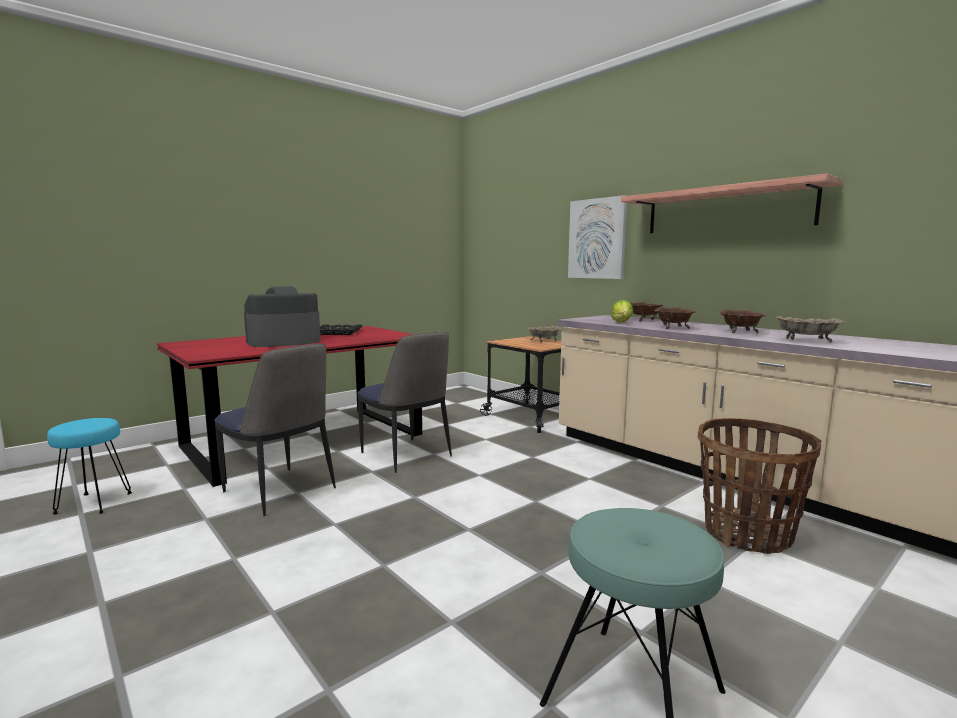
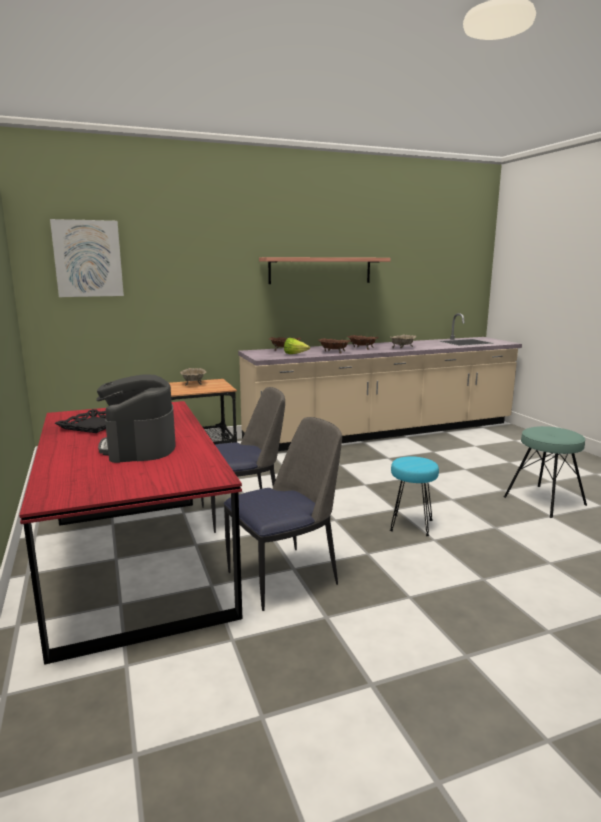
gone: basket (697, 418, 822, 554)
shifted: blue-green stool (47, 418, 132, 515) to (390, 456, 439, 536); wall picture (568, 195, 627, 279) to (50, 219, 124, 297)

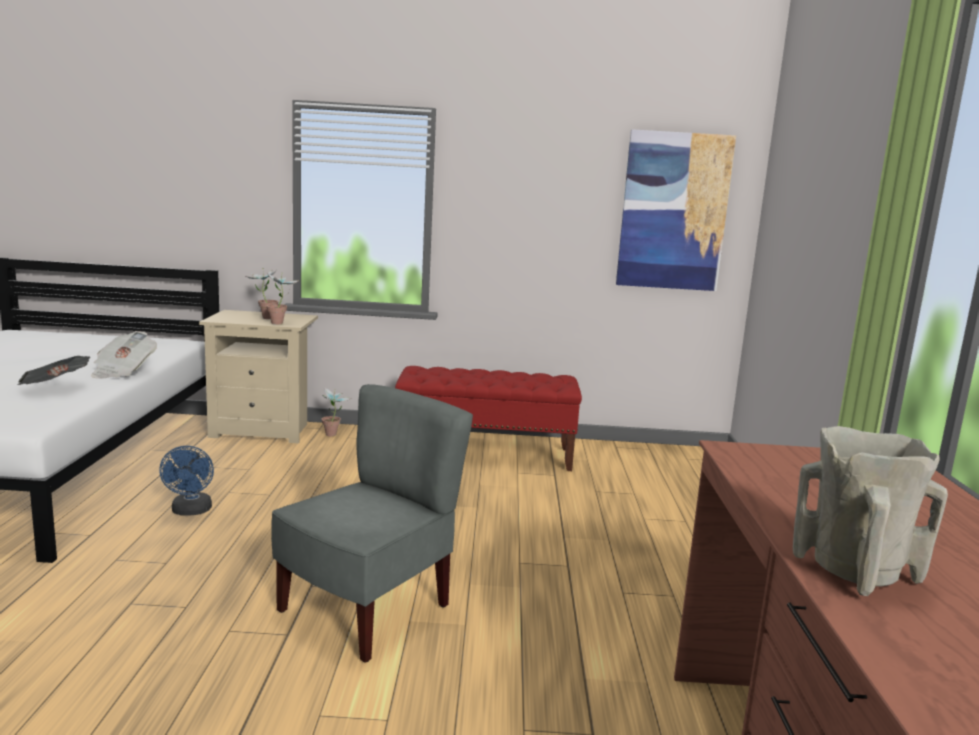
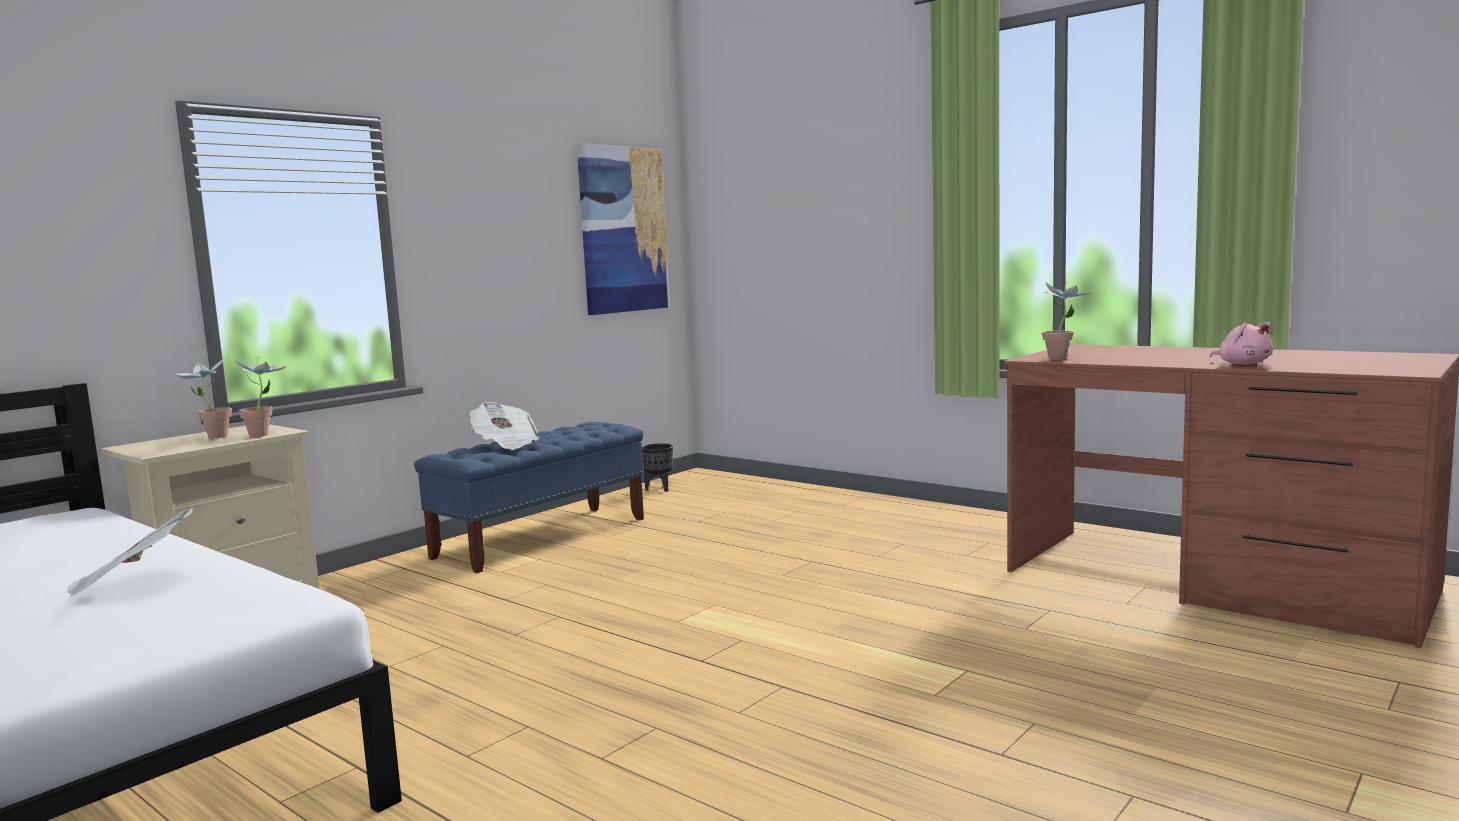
gone: blue-coloured cooling fan (159, 446, 214, 516); grey plain chair (271, 384, 473, 663)
new: black-coloured planter (642, 444, 673, 492)
shifted: daily paper (91, 332, 157, 379) to (469, 402, 539, 450); potted plant (322, 387, 351, 436) to (1042, 280, 1091, 360)
swapped: beige-coloured flower vase (793, 426, 948, 596) to pink-coloured soft toy (1210, 322, 1273, 365)
repainted: red bench (395, 366, 582, 471) to blue-coloured bench (414, 422, 644, 573)

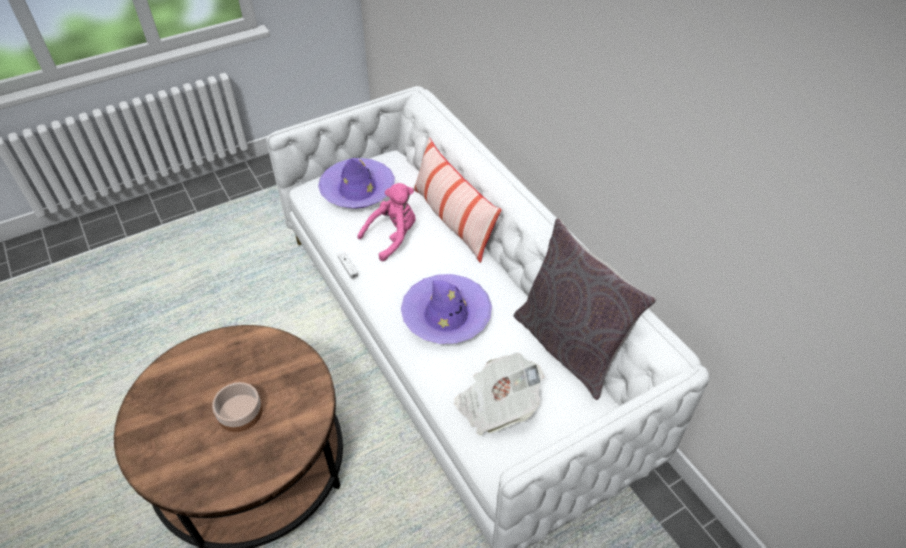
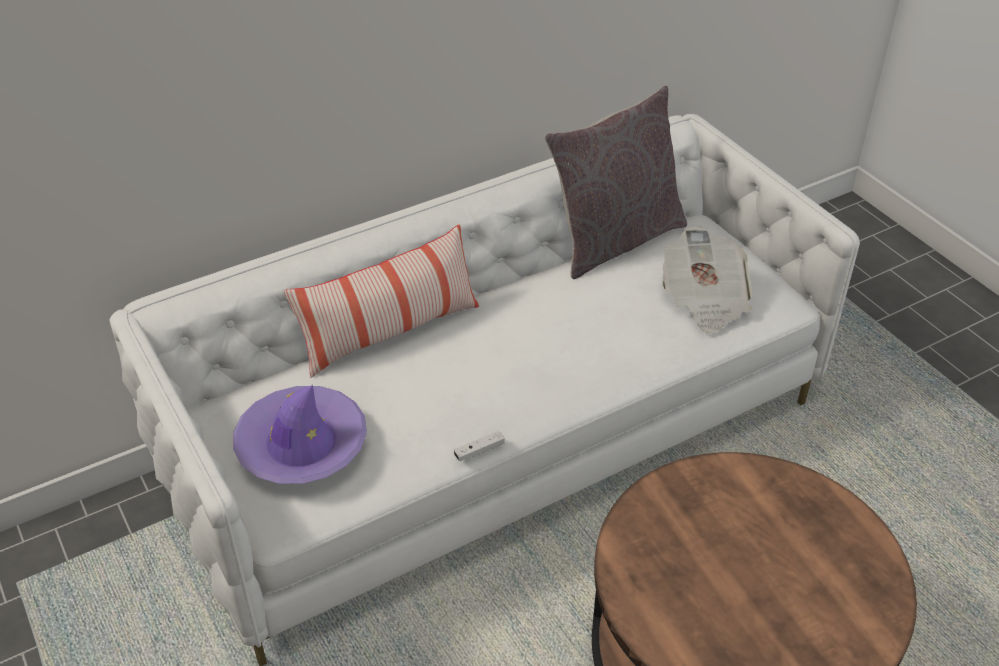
gone: serving bowl (212, 382, 263, 432); pink-coloured soft toy (357, 183, 415, 261); purplish clothing hat (401, 274, 492, 344)

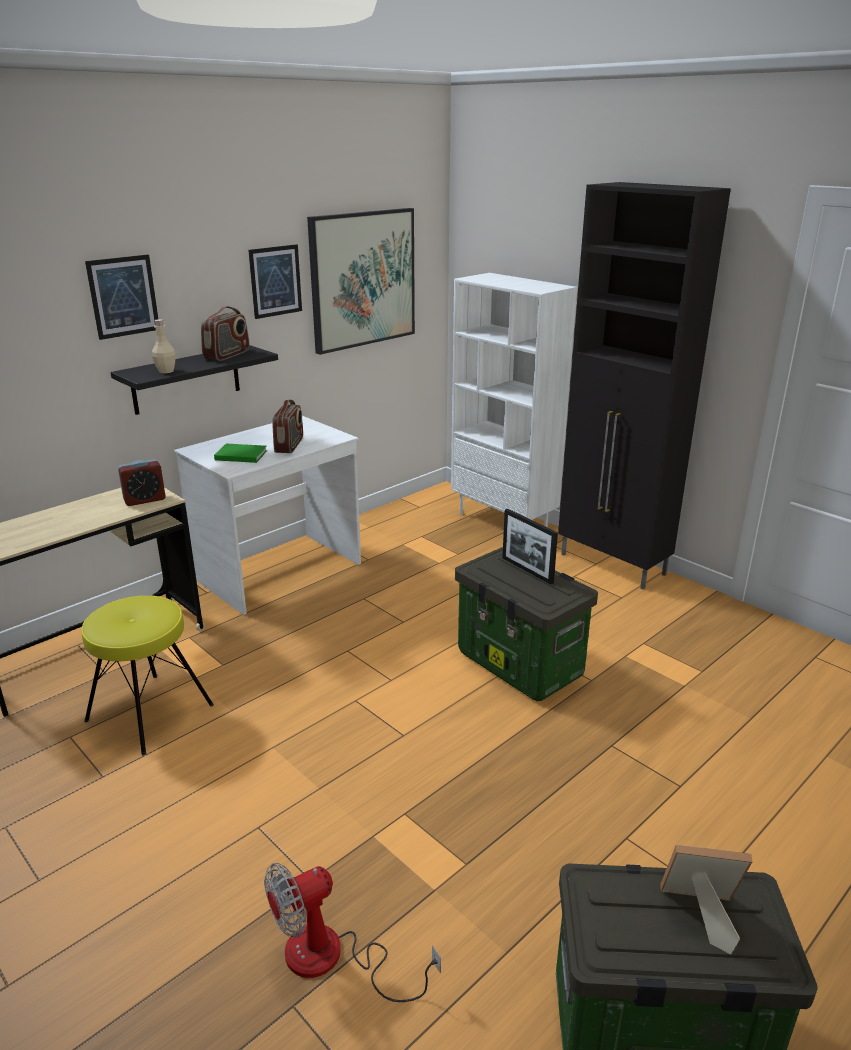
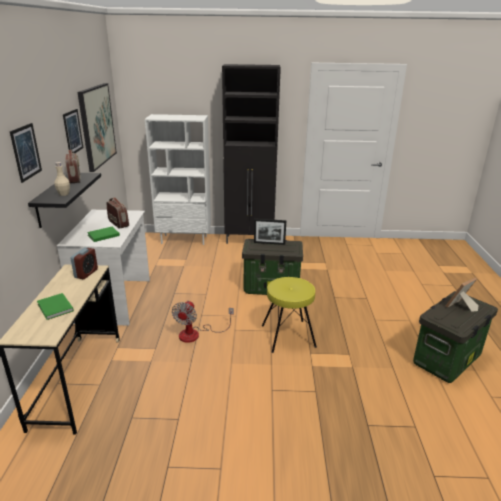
new: greenish book (37, 293, 74, 320)
shifted: yellow-coloured stool (81, 596, 214, 755) to (262, 277, 317, 353); cooling fan (264, 863, 441, 1002) to (172, 301, 234, 343)

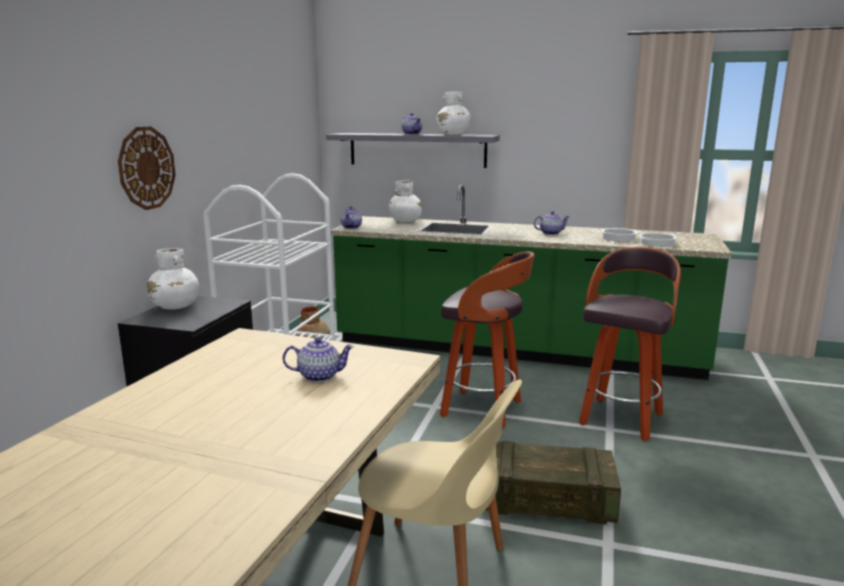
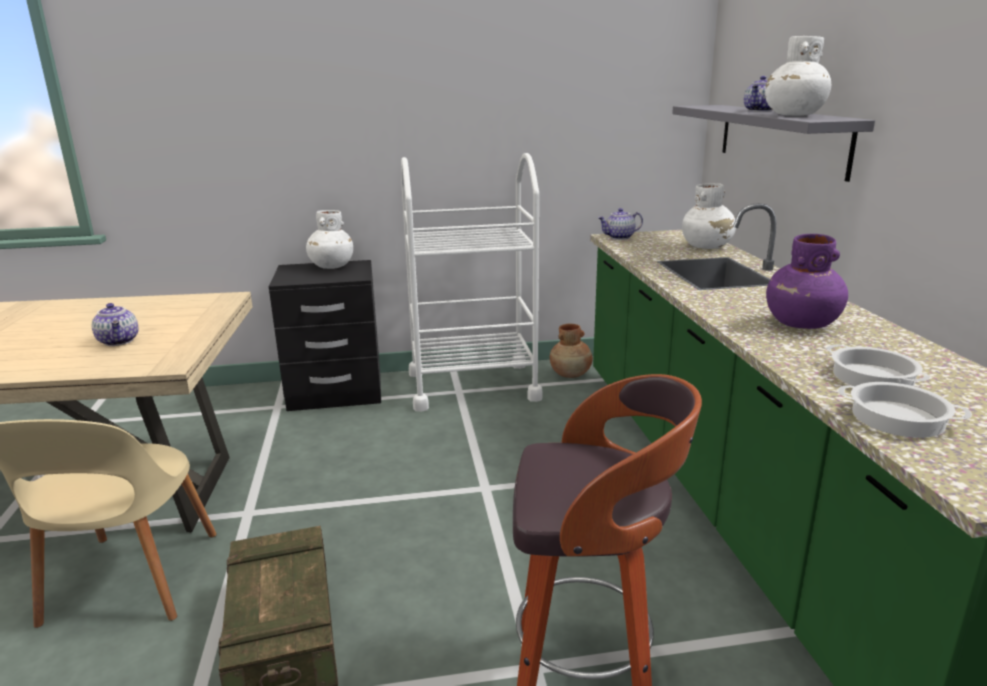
gone: wall clock (118, 126, 176, 210); stool (440, 252, 535, 428)
swapped: tea pot (534, 211, 569, 235) to purplish flower vase (766, 234, 848, 329)

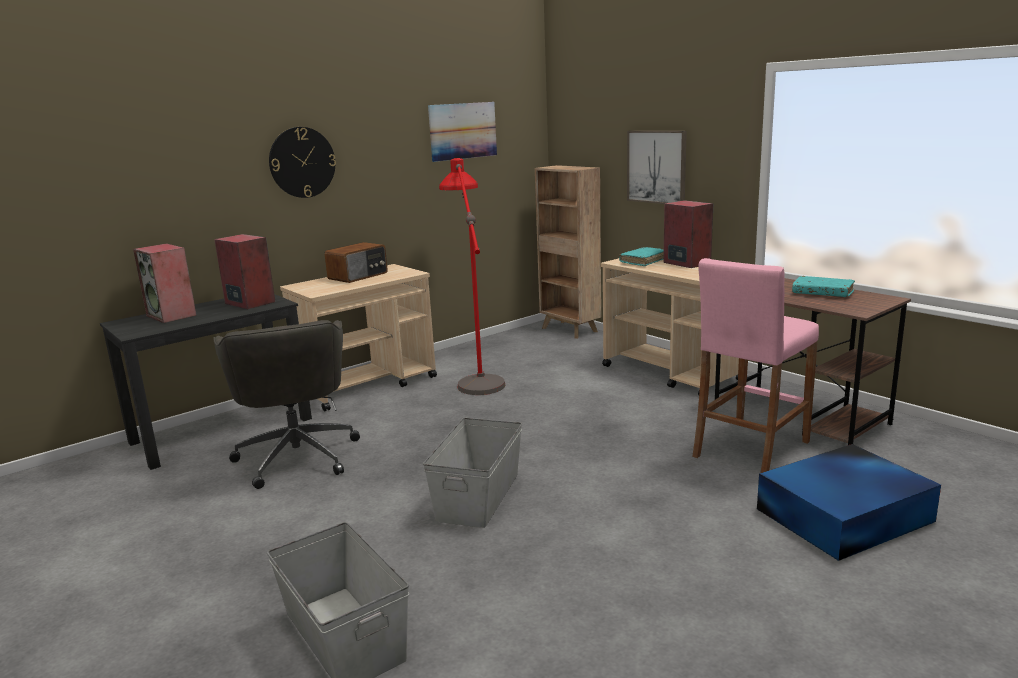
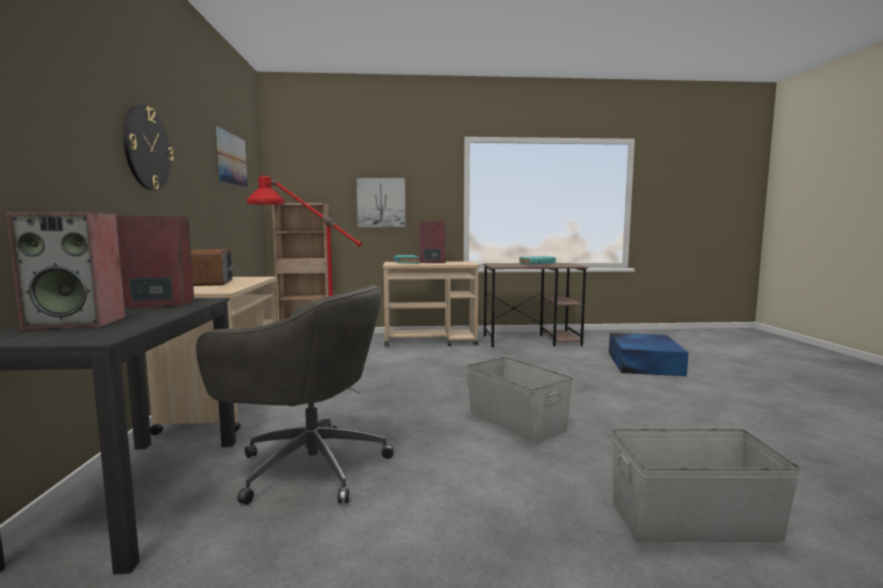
gone: pink-coloured stool (692, 258, 819, 473)

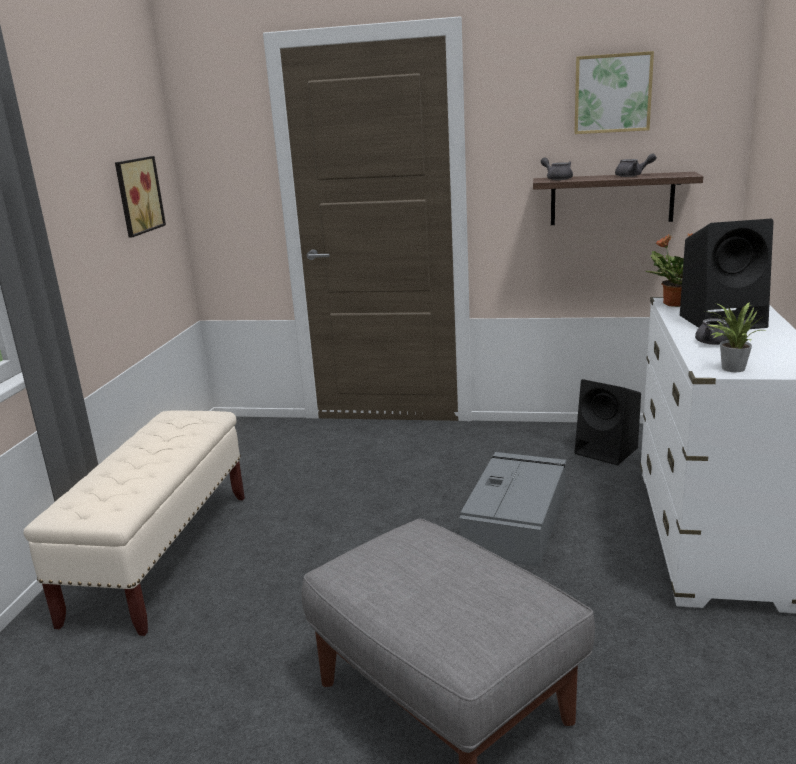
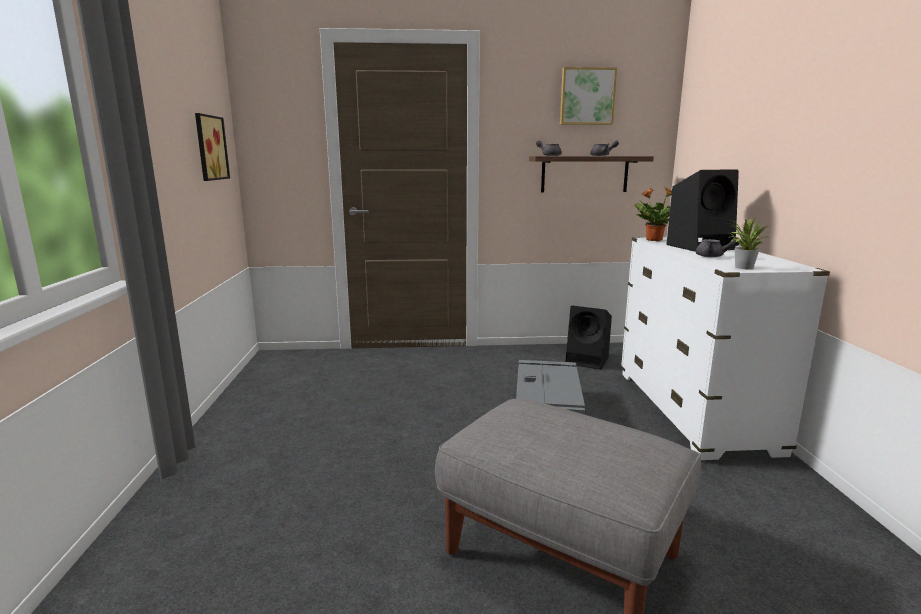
gone: beige-coloured bench (23, 410, 245, 636)

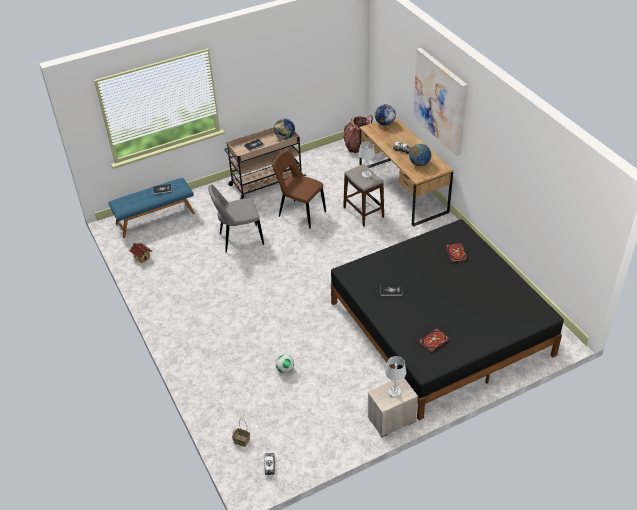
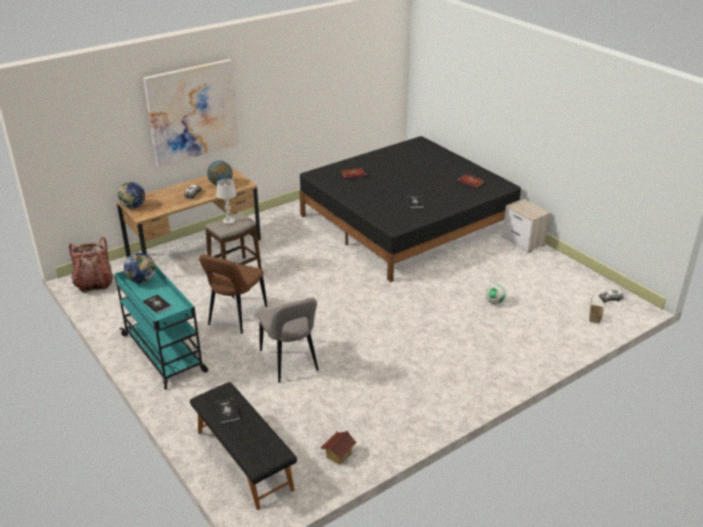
gone: white table lamp (385, 356, 406, 398)
repainted: blue-coloured bench (108, 178, 195, 238) to black-coloured bench (190, 382, 297, 510); beige-coloured trolley (224, 127, 306, 199) to blue-green trolley (114, 265, 208, 389)

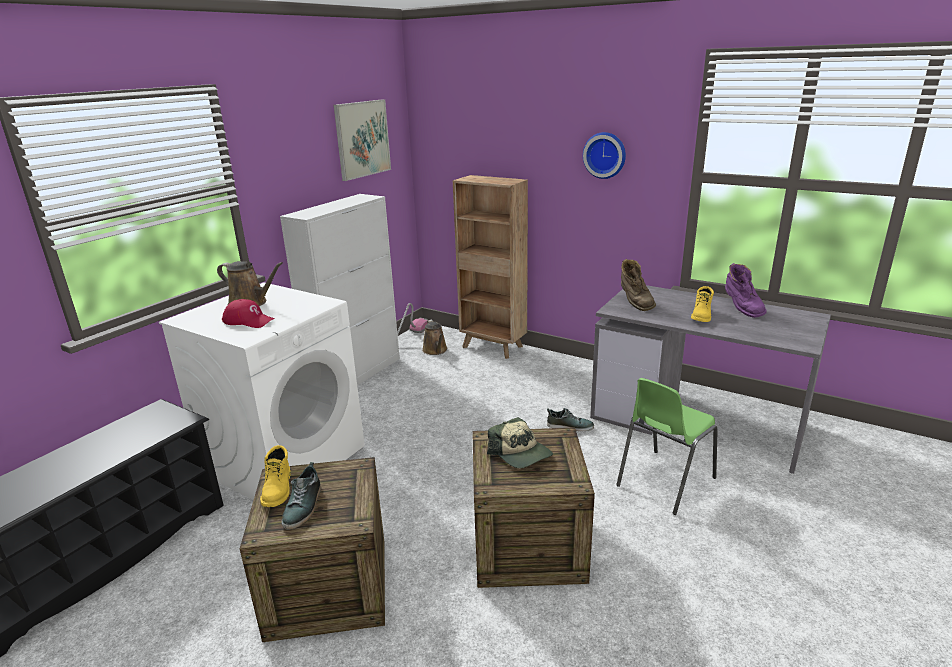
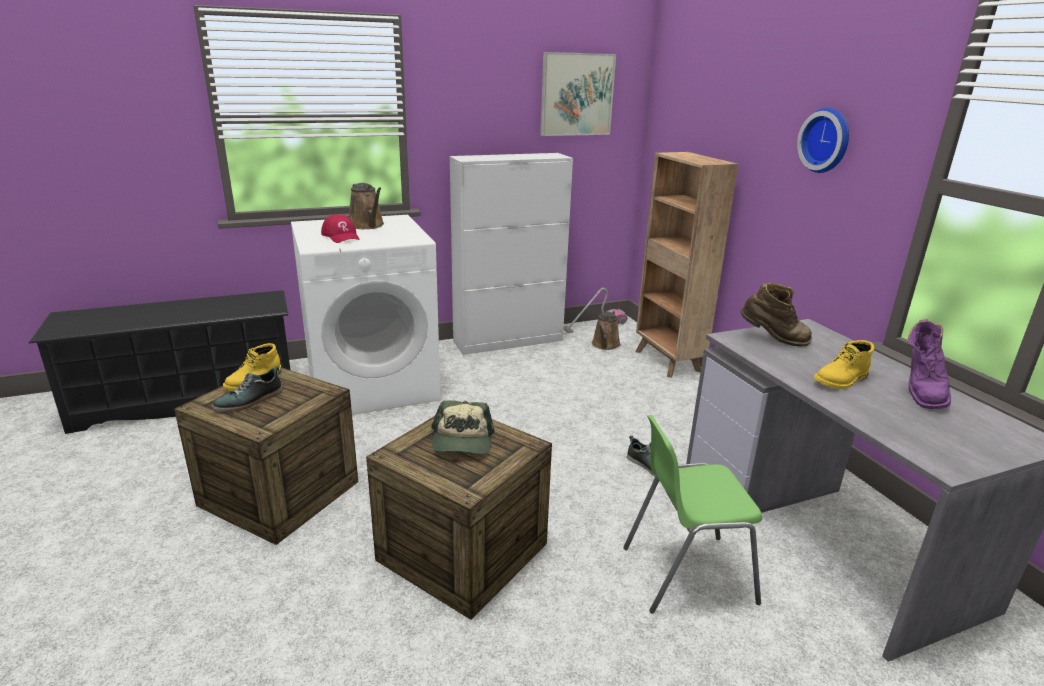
rotated: brown high-top boot (621, 259, 656, 311) = (741, 283, 812, 347) 90 degrees counterclockwise

